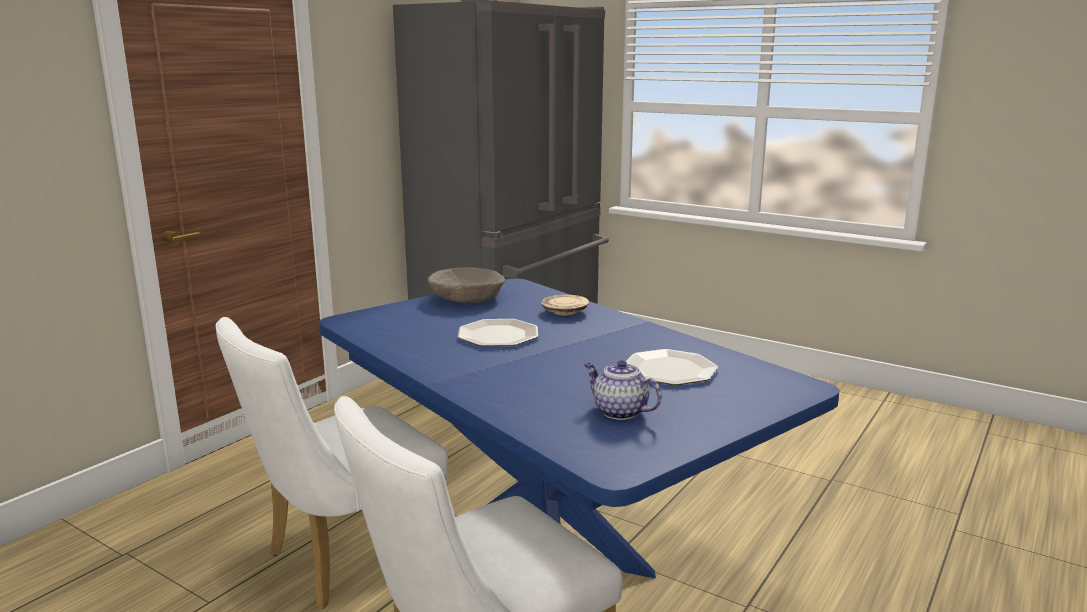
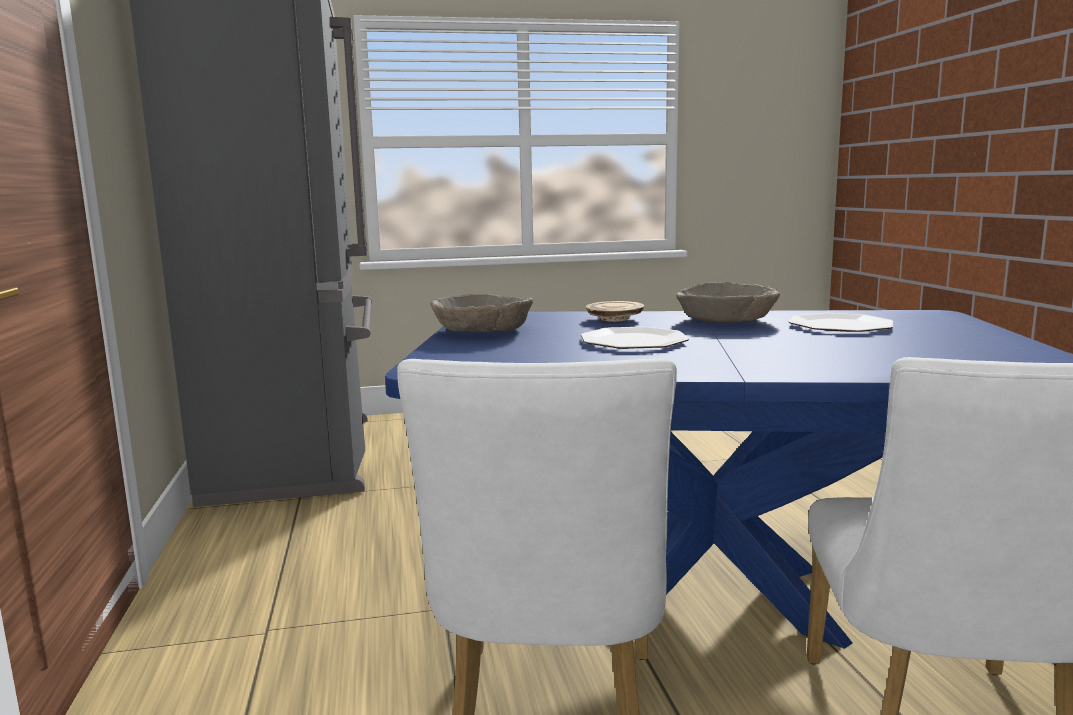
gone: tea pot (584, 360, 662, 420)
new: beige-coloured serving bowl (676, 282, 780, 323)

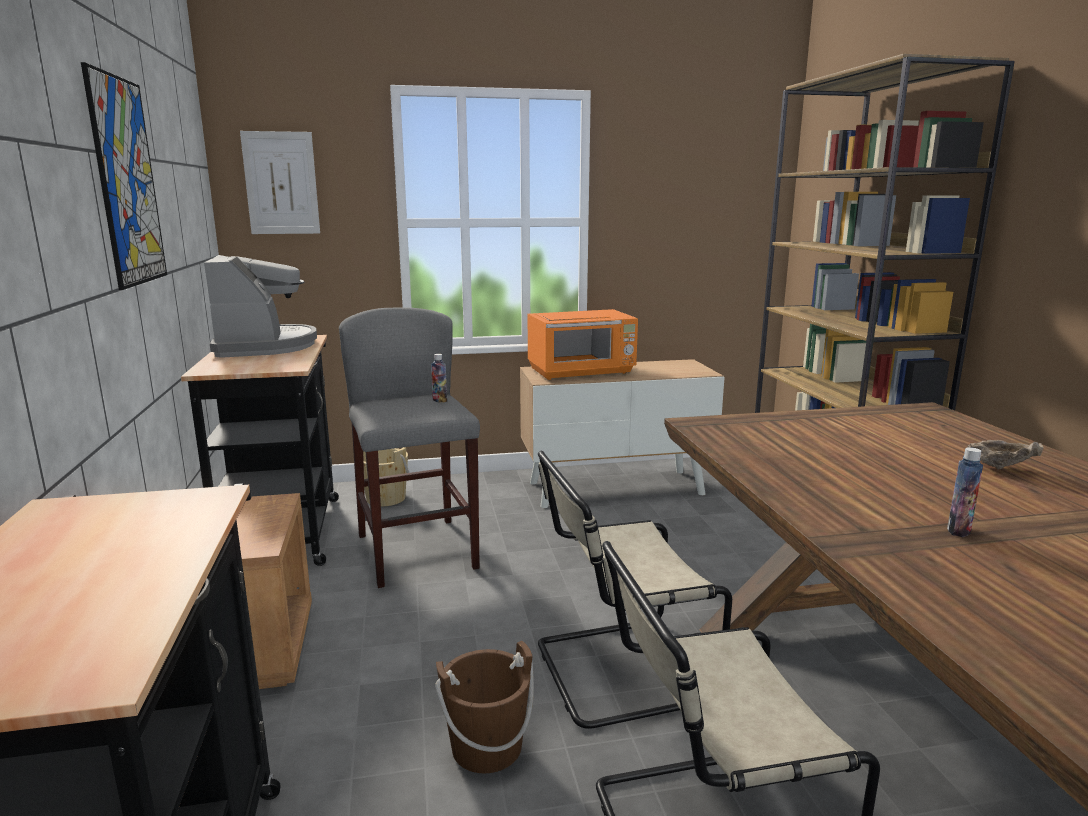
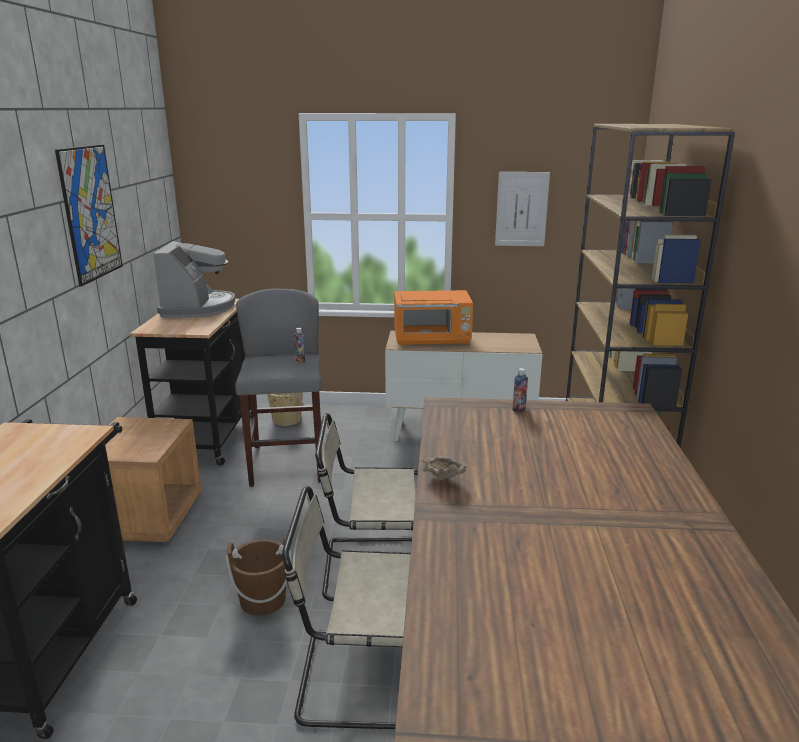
shifted: wall picture (240, 131, 320, 234) to (495, 172, 550, 246); beverage bottle (947, 447, 983, 537) to (512, 368, 528, 412); beige-coloured serving bowl (968, 440, 1044, 470) to (421, 456, 467, 480)

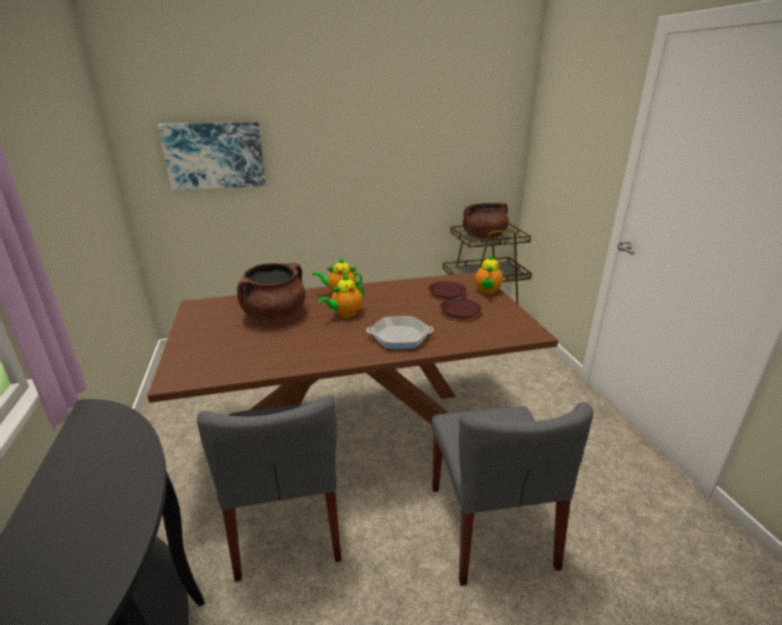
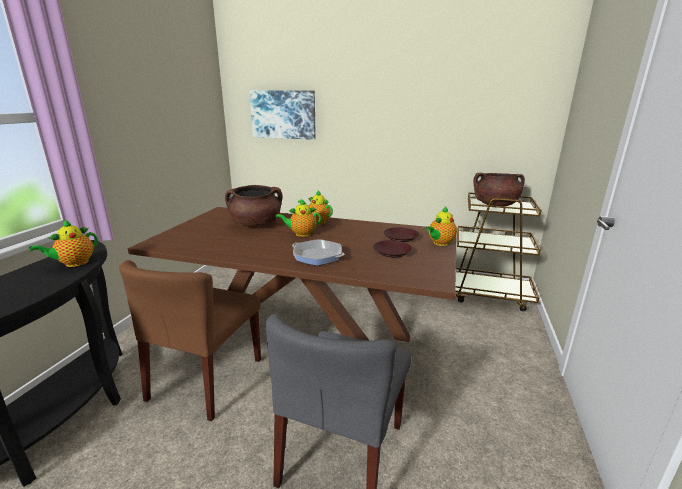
new: tea pot (29, 220, 98, 267)
repainted: grey plain chair (197, 395, 342, 582) to brown plain chair (119, 260, 261, 421)

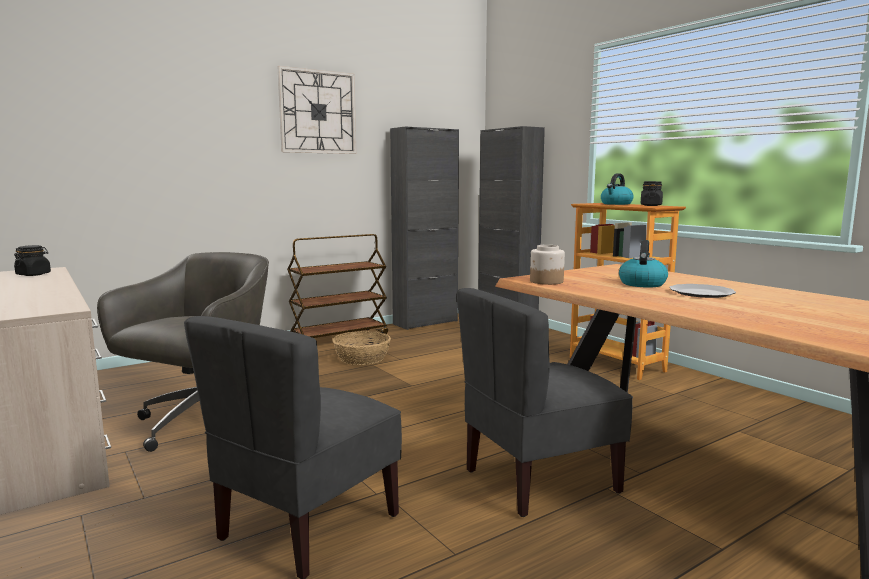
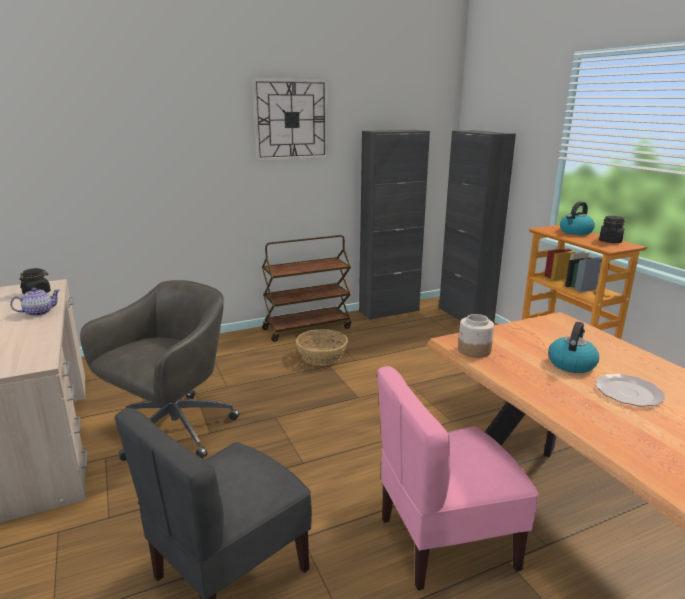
new: tea pot (10, 288, 60, 316)
repainted: grey plain chair (457, 288, 633, 517) to pink-coloured plain chair (377, 366, 539, 591)

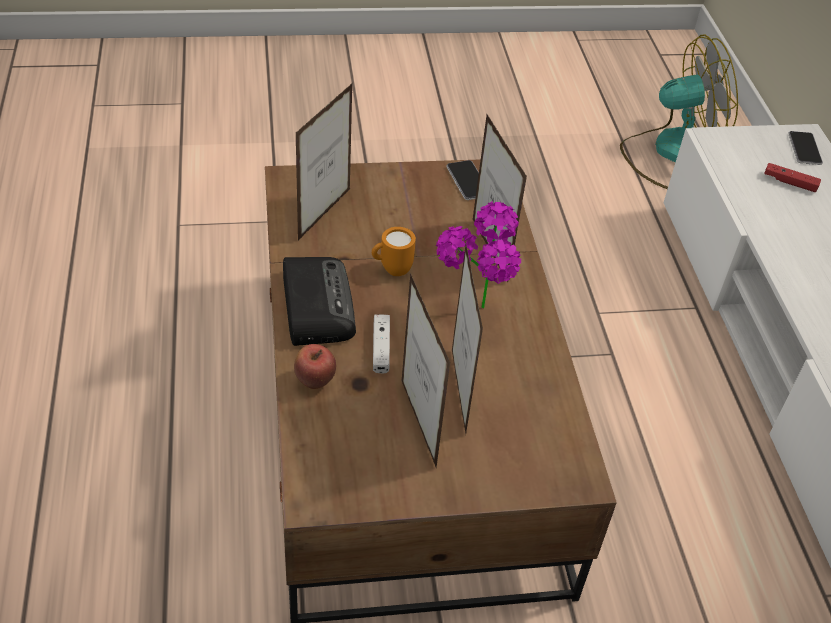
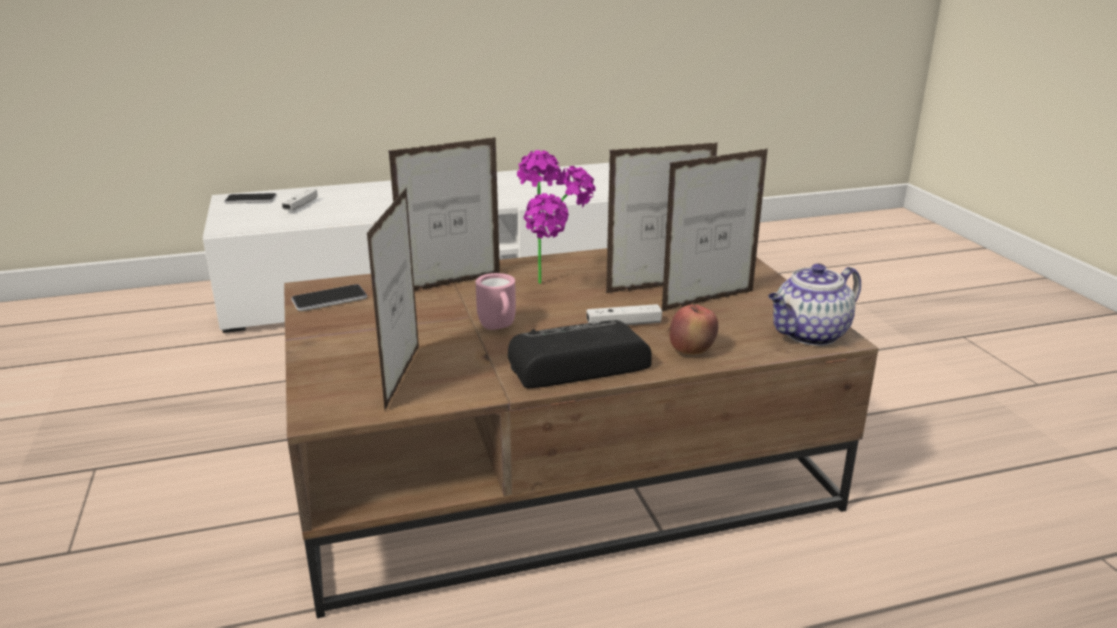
gone: cooling fan (620, 35, 738, 189)
new: tea pot (768, 263, 861, 346)
repainted: orange-coloured tea mug (372, 227, 416, 276) to pink-coloured tea mug (476, 273, 516, 330); red gamepad (765, 163, 821, 192) to white gamepad (281, 189, 318, 210)
rotated: photo frame (296, 83, 353, 241) = (367, 187, 419, 410) 75 degrees clockwise

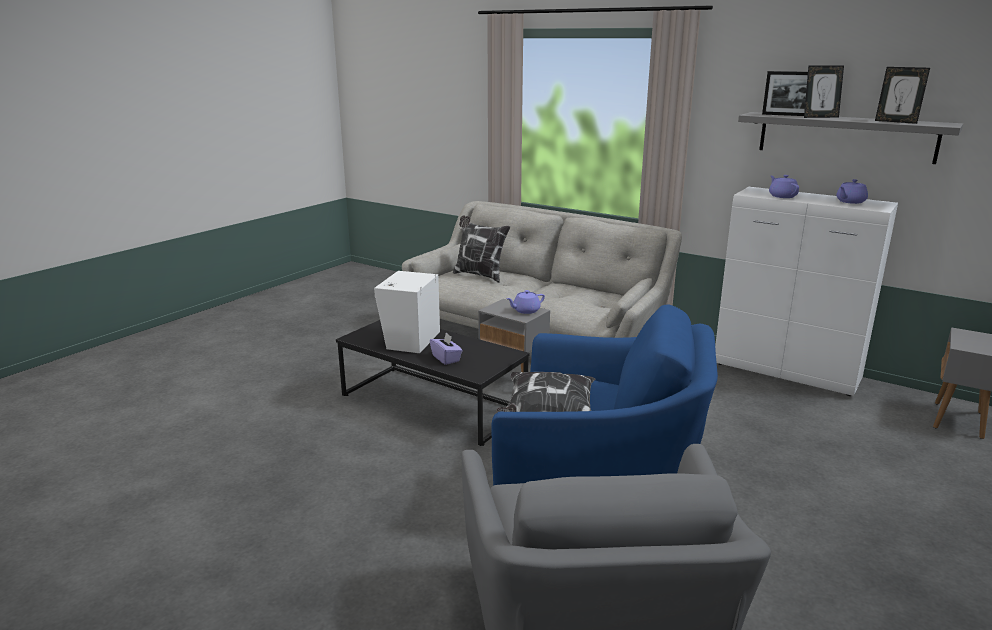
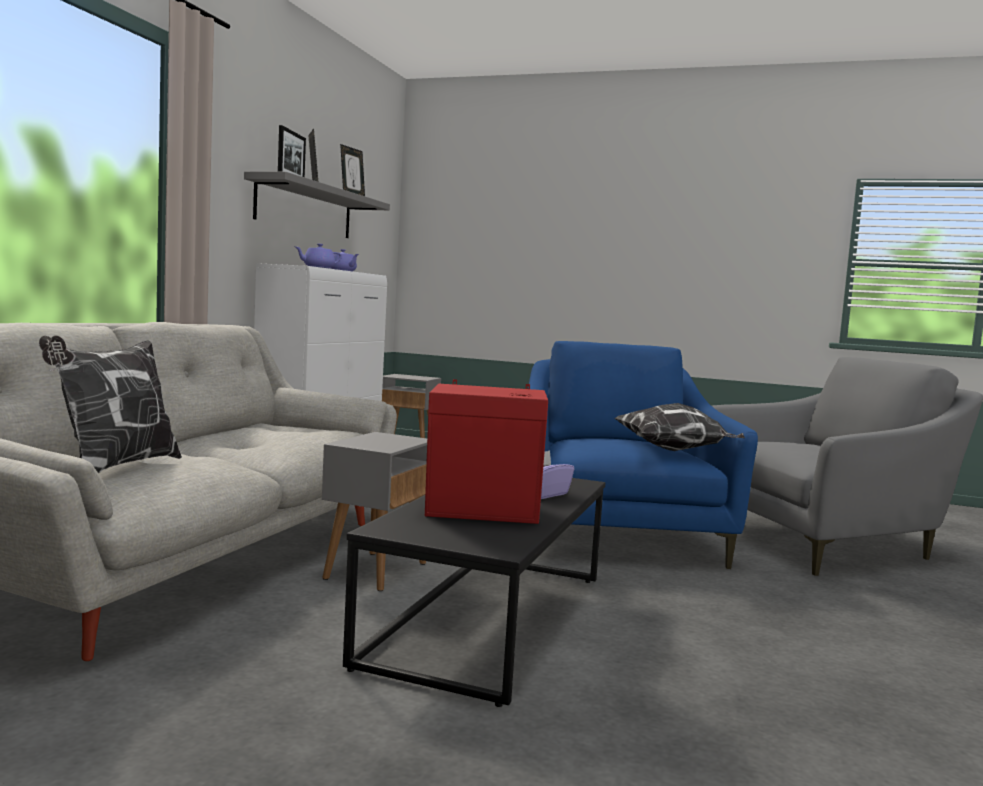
gone: purplish tea pot (506, 290, 545, 314)
repainted: white audio speaker (374, 271, 440, 353) to red audio speaker (425, 379, 548, 524)

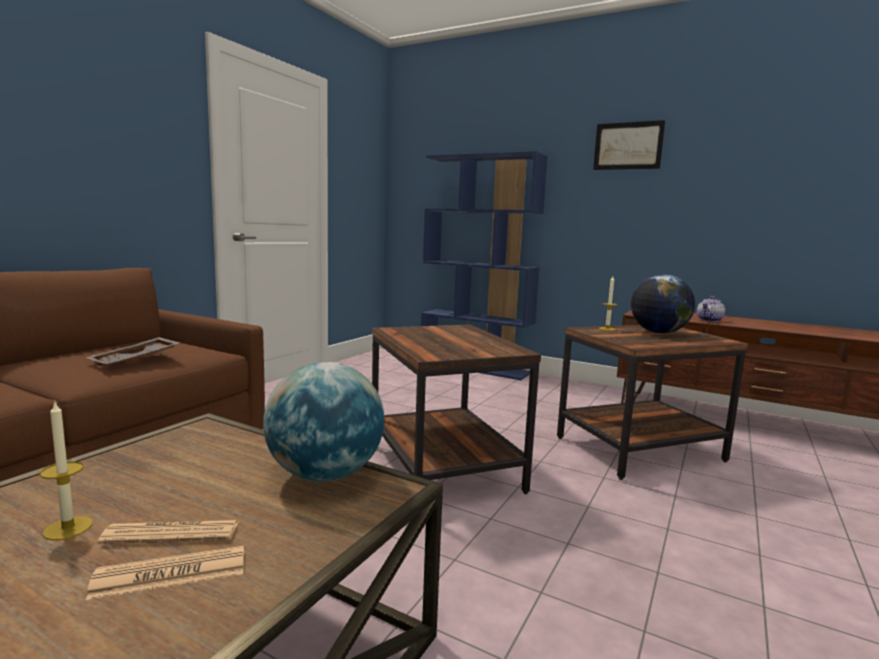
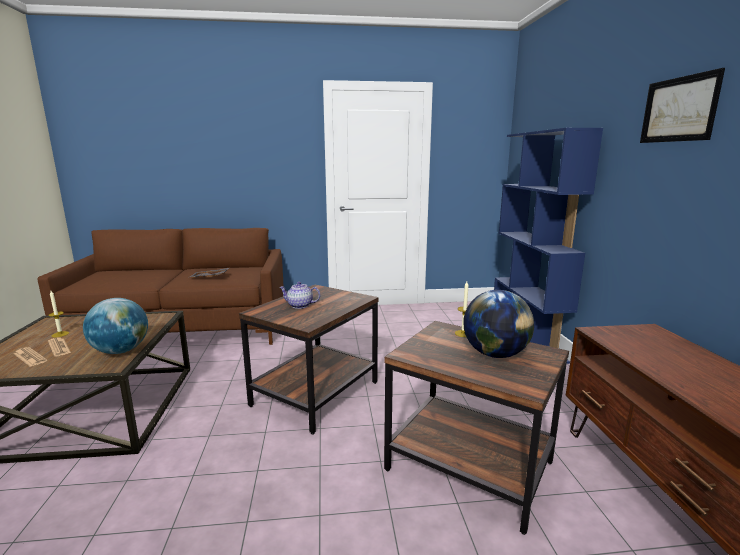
shifted: tea pot (697, 296, 725, 322) to (279, 282, 320, 309)

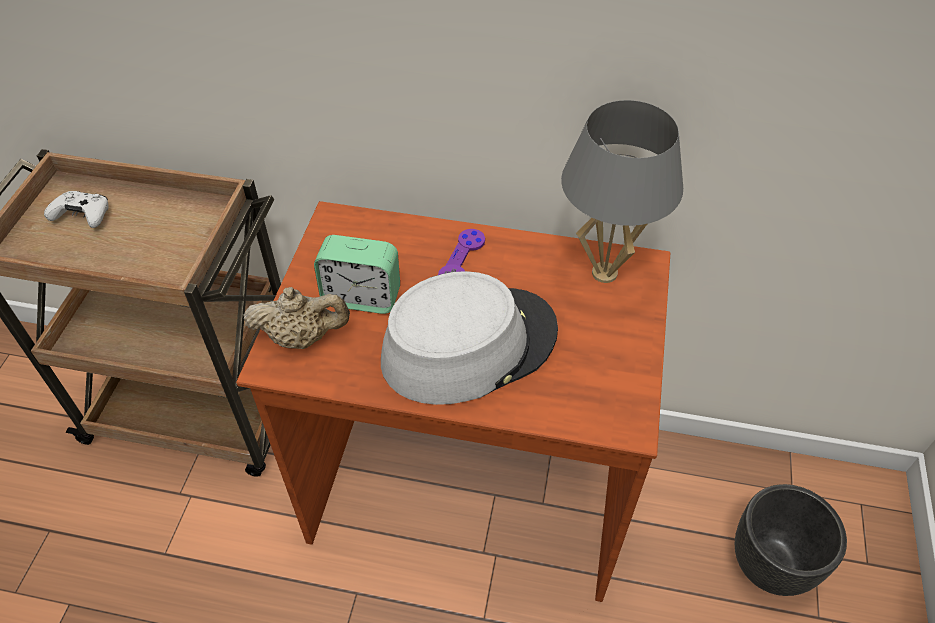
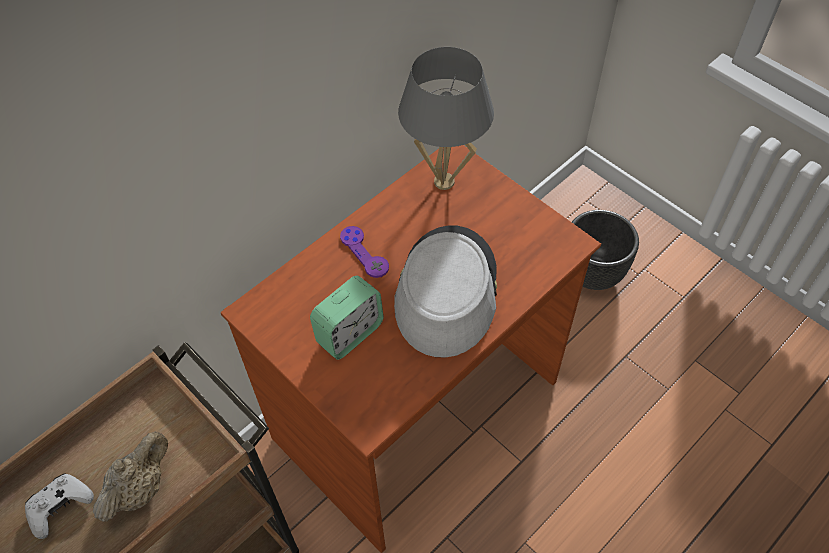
shifted: beige-coloured tea pot (243, 287, 350, 349) to (93, 432, 168, 522)

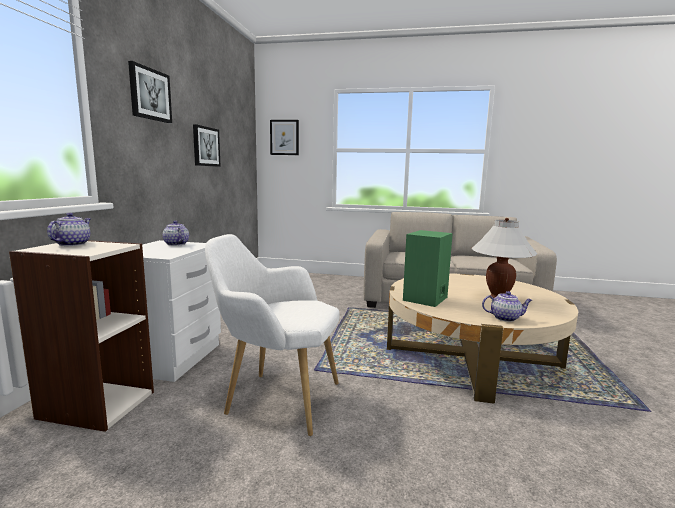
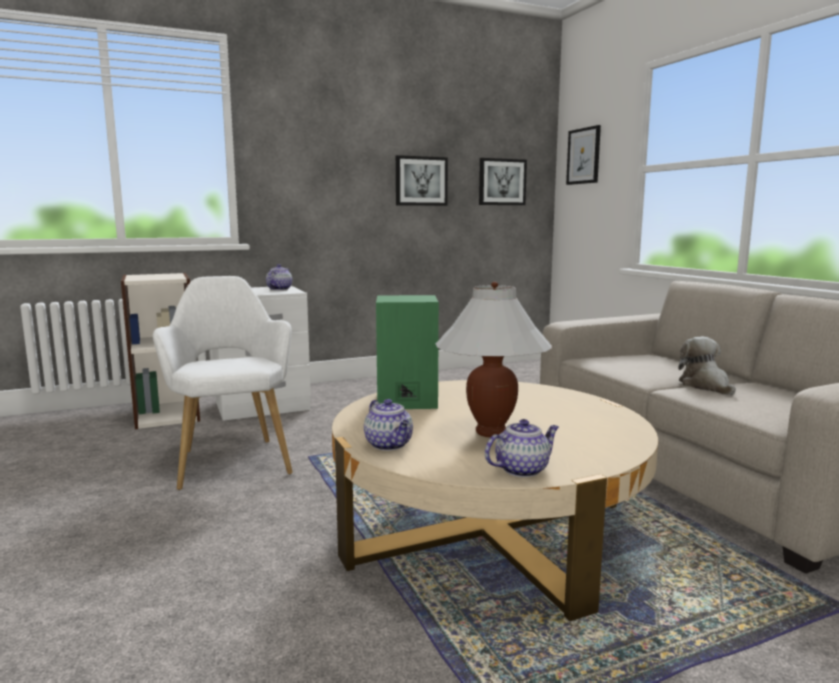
new: soft toy (678, 336, 736, 396)
shifted: tea pot (47, 213, 91, 246) to (485, 419, 559, 477); wall picture (128, 61, 172, 123) to (479, 158, 527, 205)

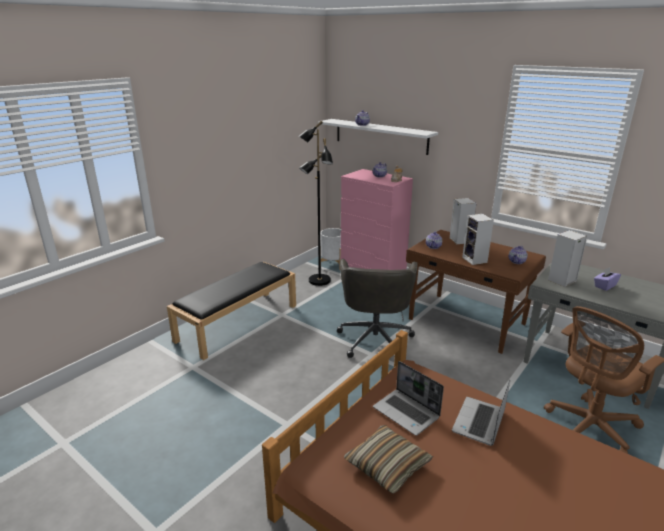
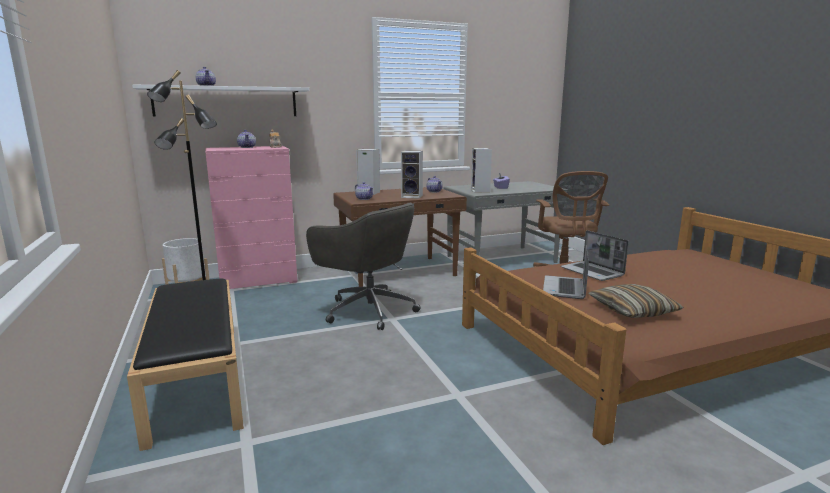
rotated: portable computer (373, 361, 444, 436) = (543, 245, 589, 299) 120 degrees clockwise

